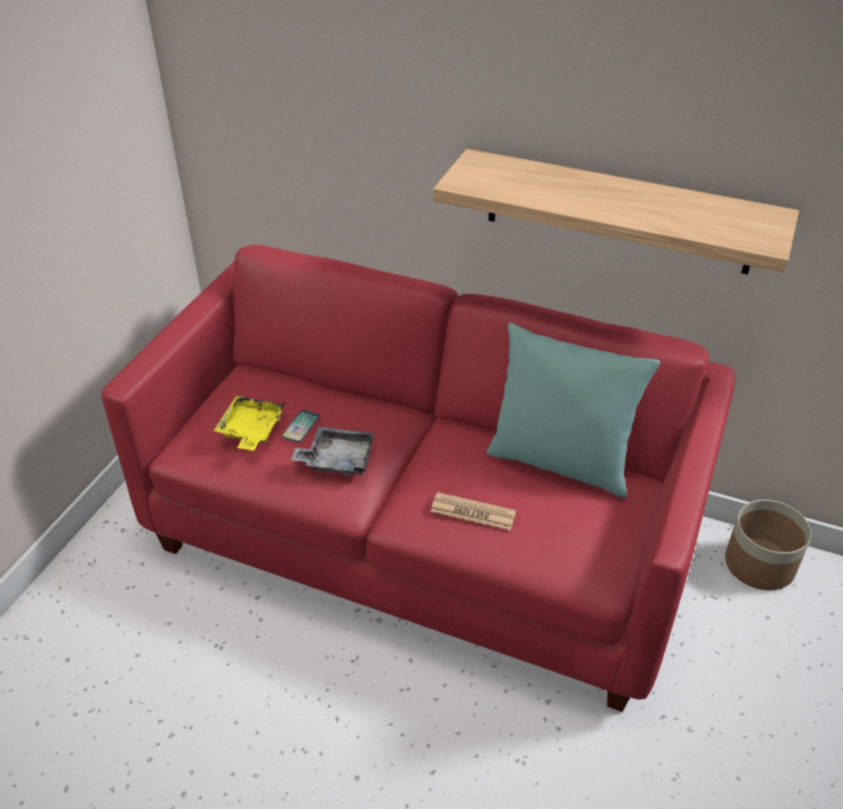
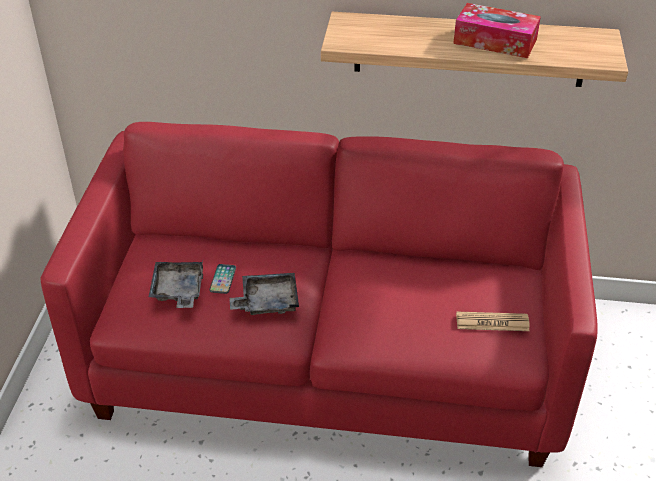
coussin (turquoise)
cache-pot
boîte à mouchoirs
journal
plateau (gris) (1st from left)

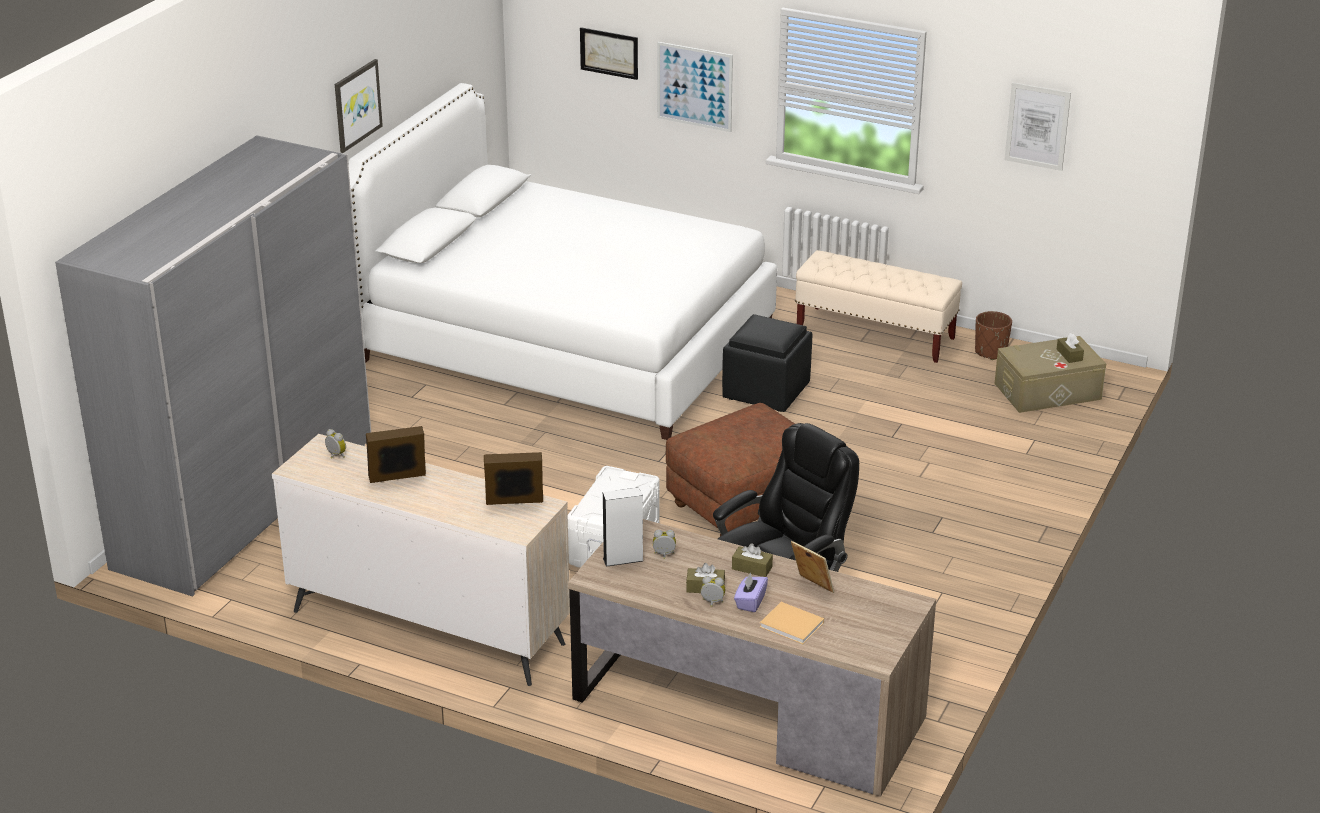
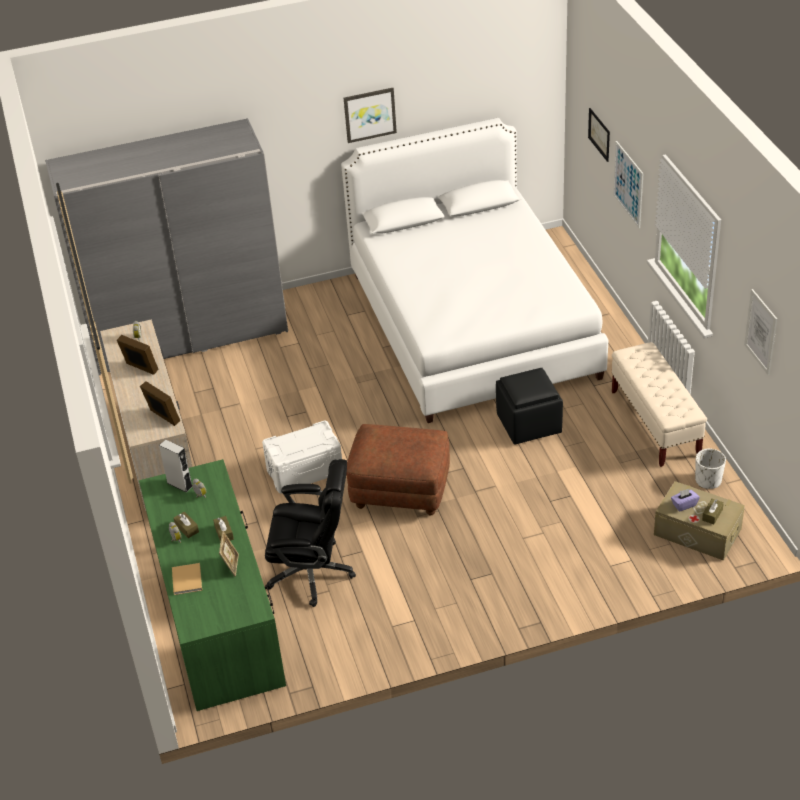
boîte à mouchoirs (violet)
bureau (vert)
cache-pot (blanc)

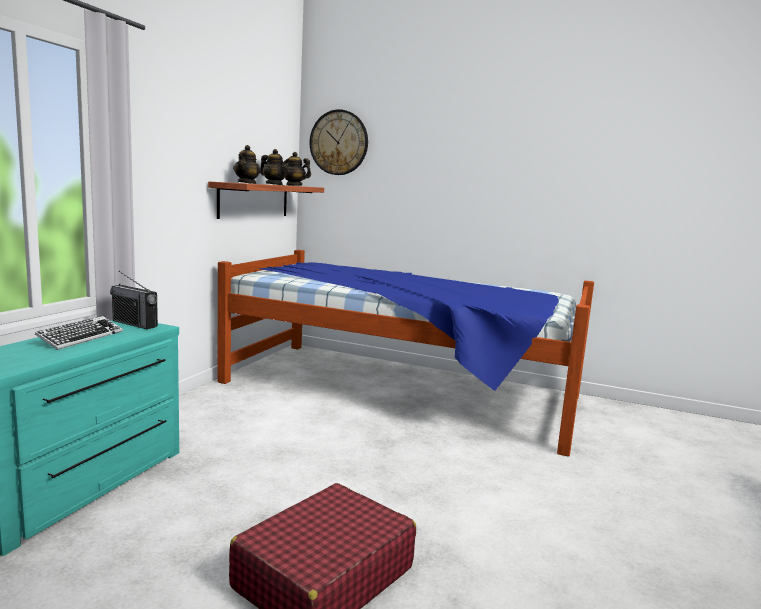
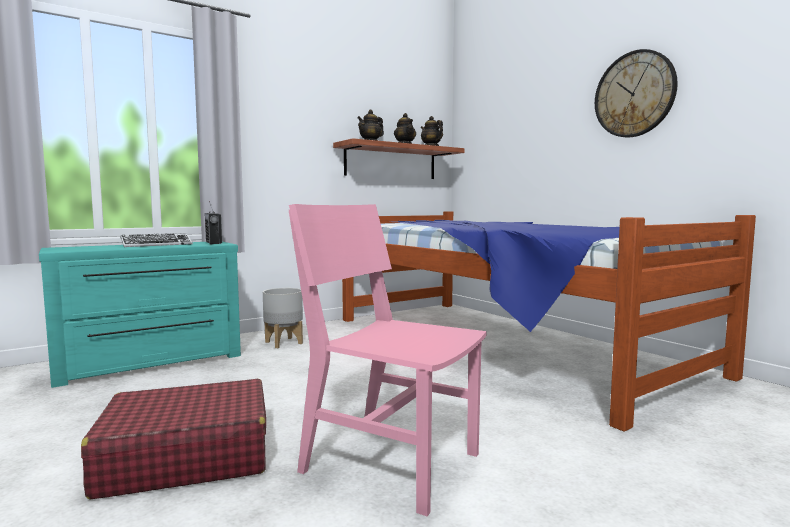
cache-pot (gris)
chaise (rose)
horloge murale

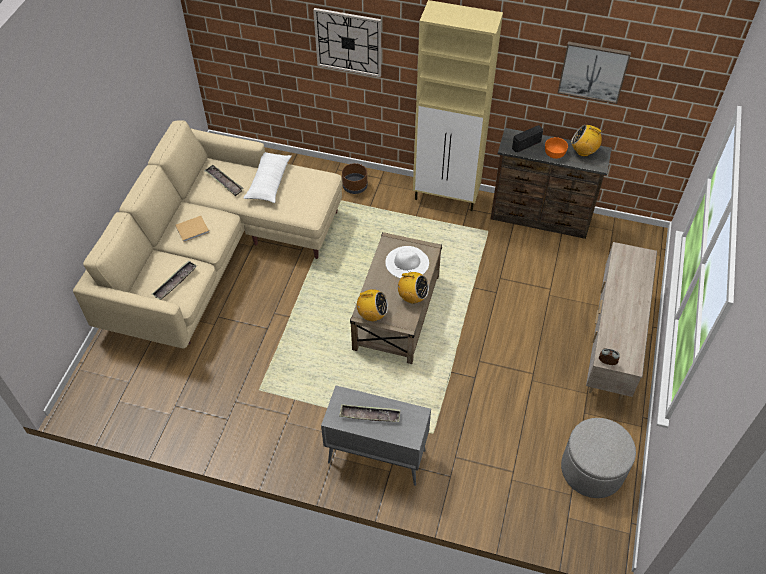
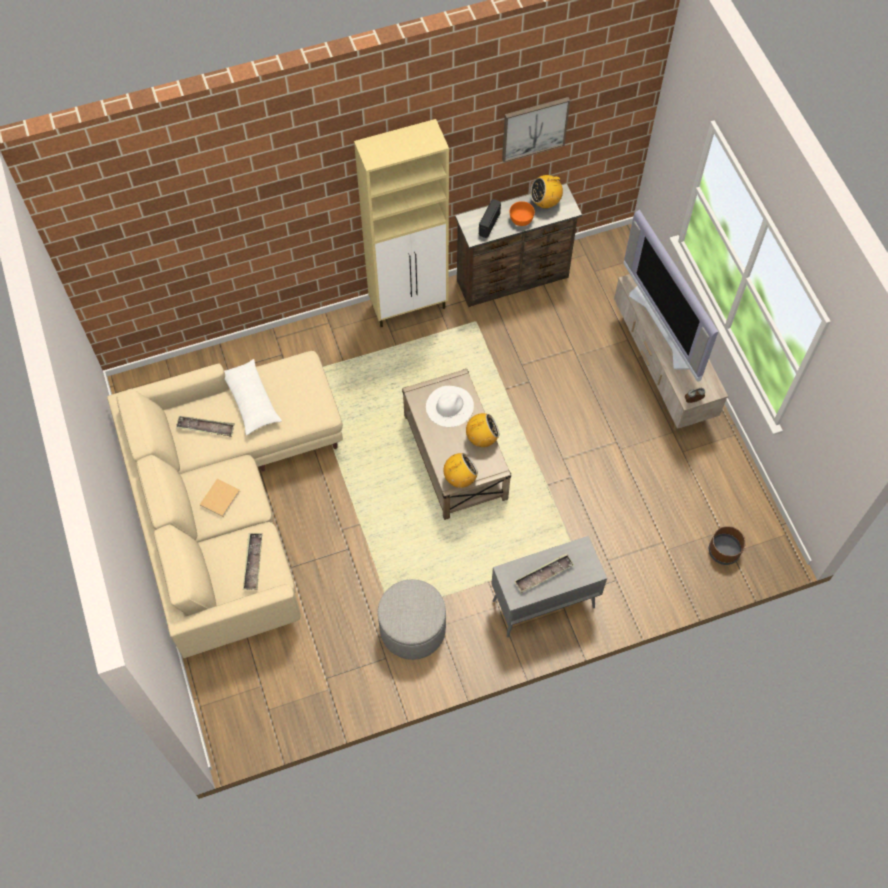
horloge murale
téléviseur
cache-pot (marron)
pouf (gris)

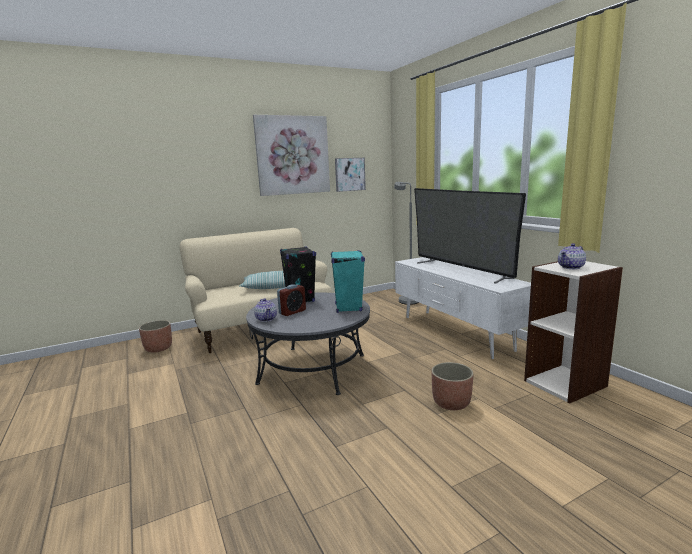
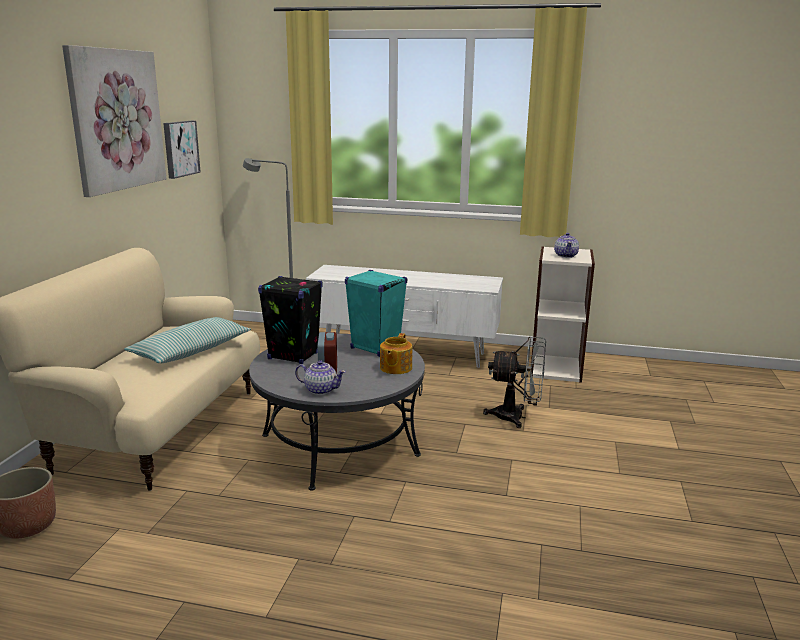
téléviseur
théière (2nd from left)
ventilateur (gris)

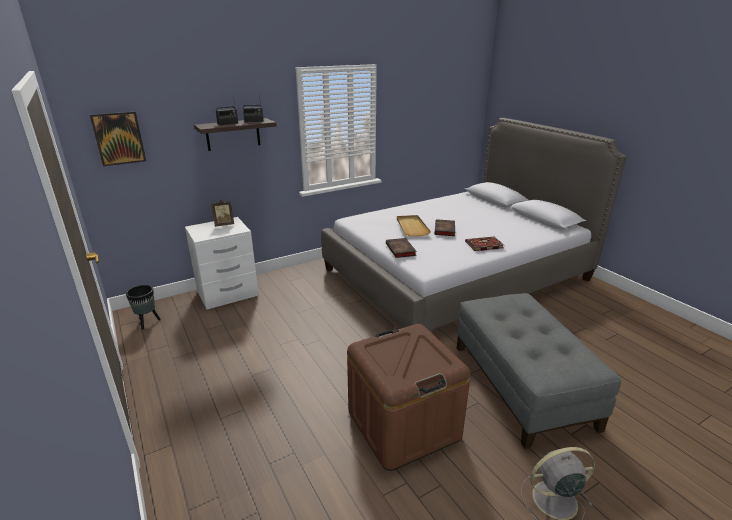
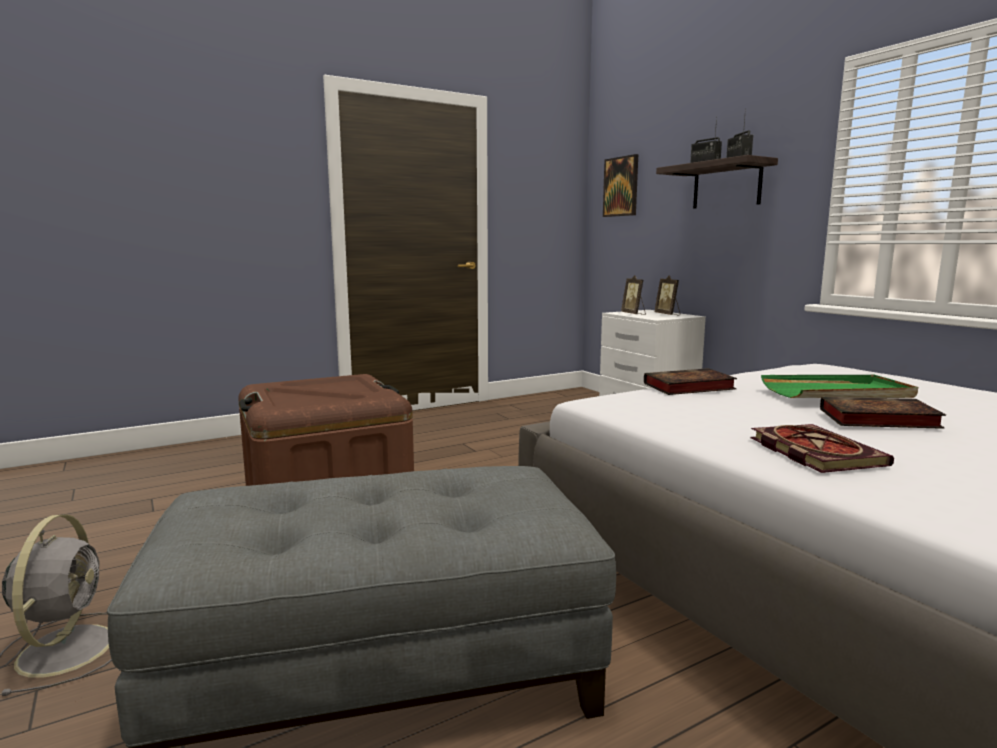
cache-pot (noir)
cadre photo (1st from left)
plateau (vert)

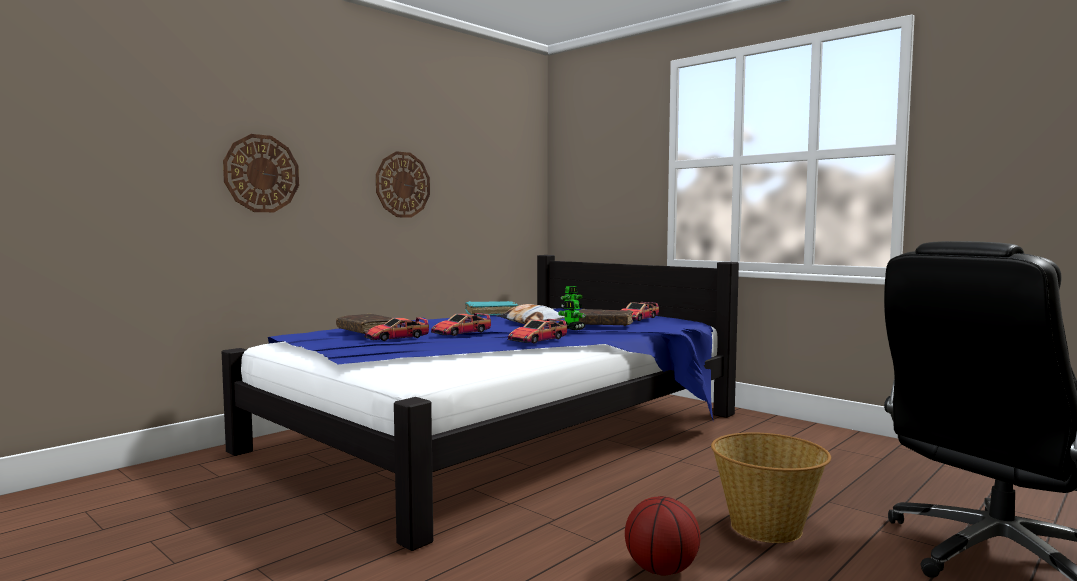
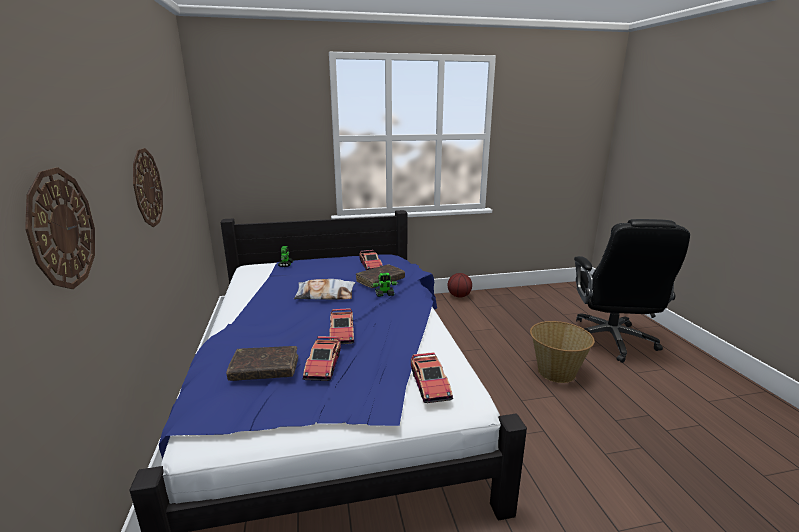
livre (turquoise)
petite voiture (4th from left)
ballon de basket

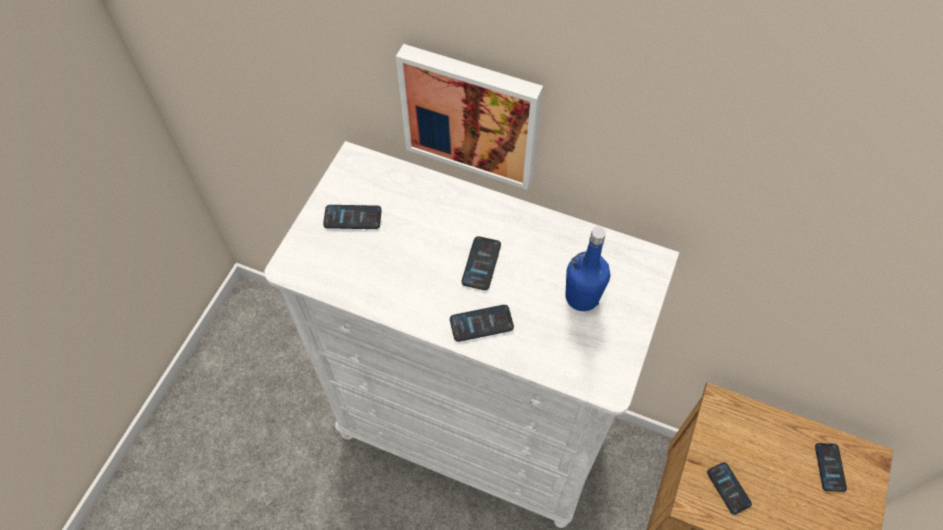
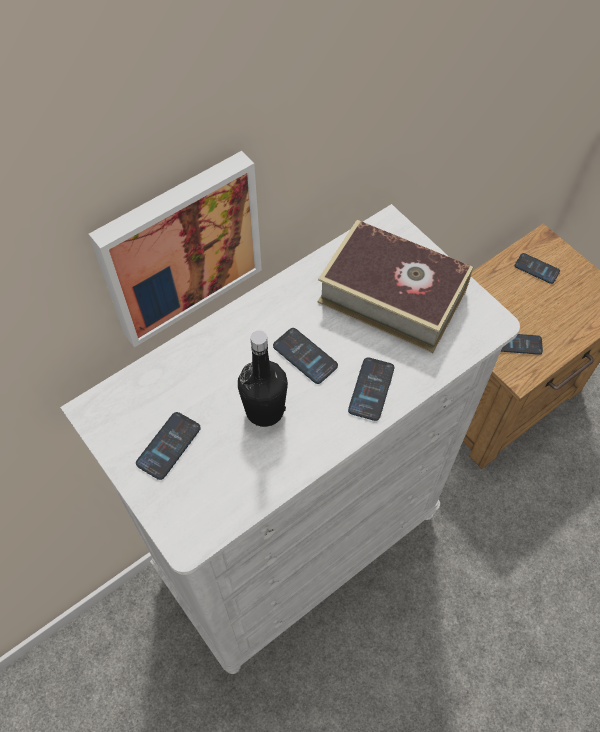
bouteille (noir)
livre

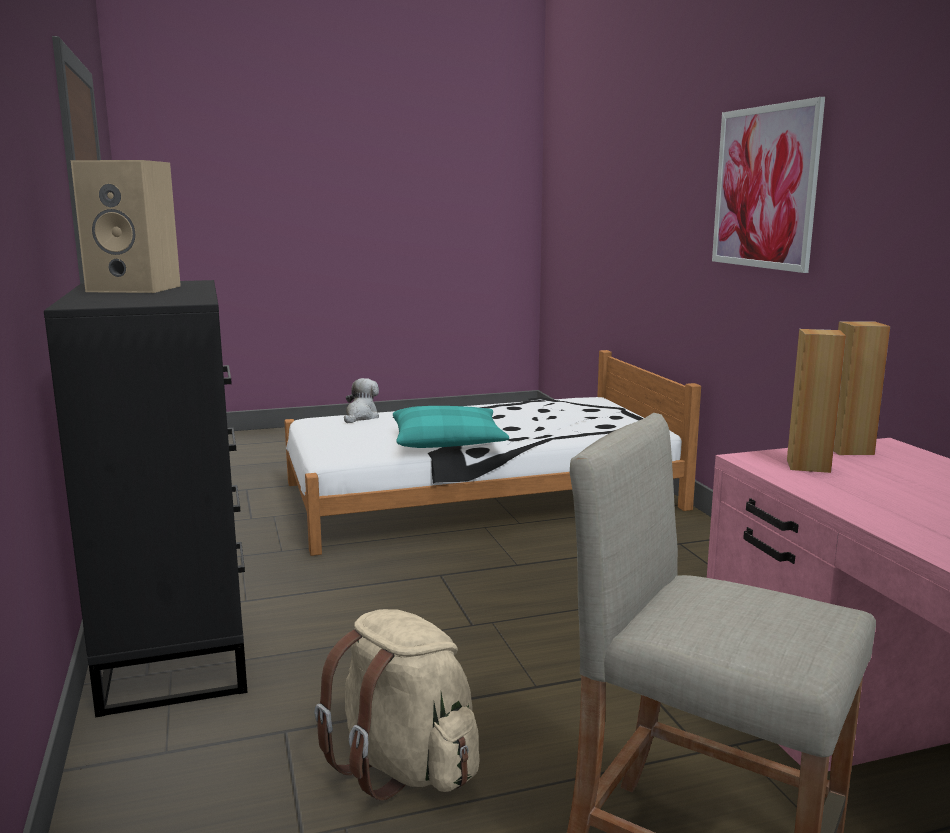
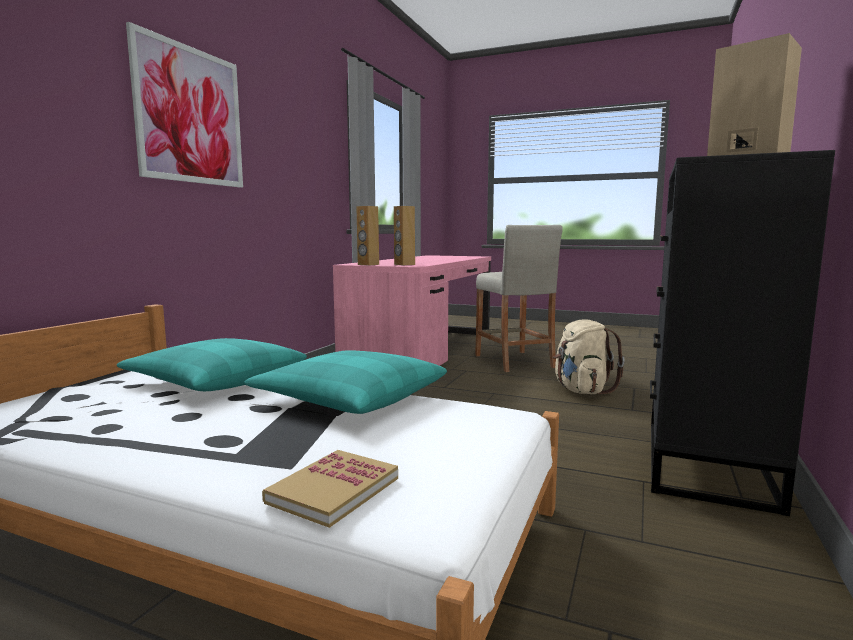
coussin (turquoise) (1st from left)
livre

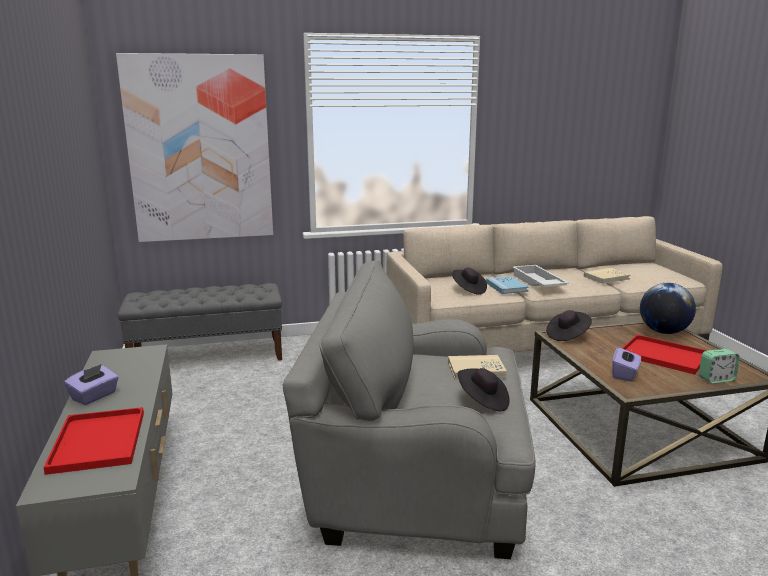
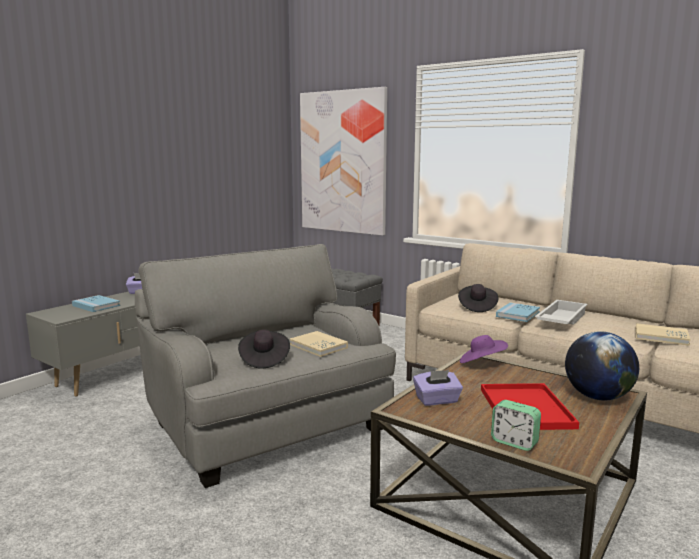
livre (bleu) (1st from left)
chapeau (violet)

